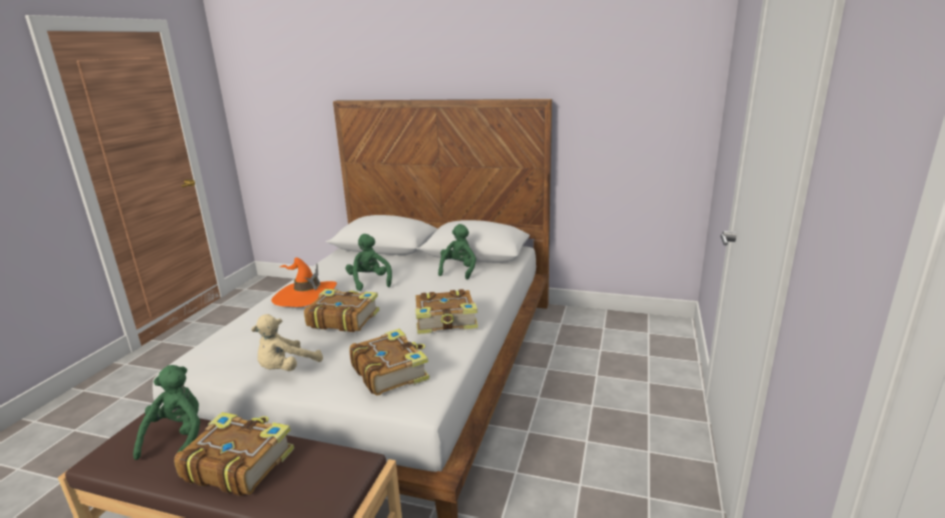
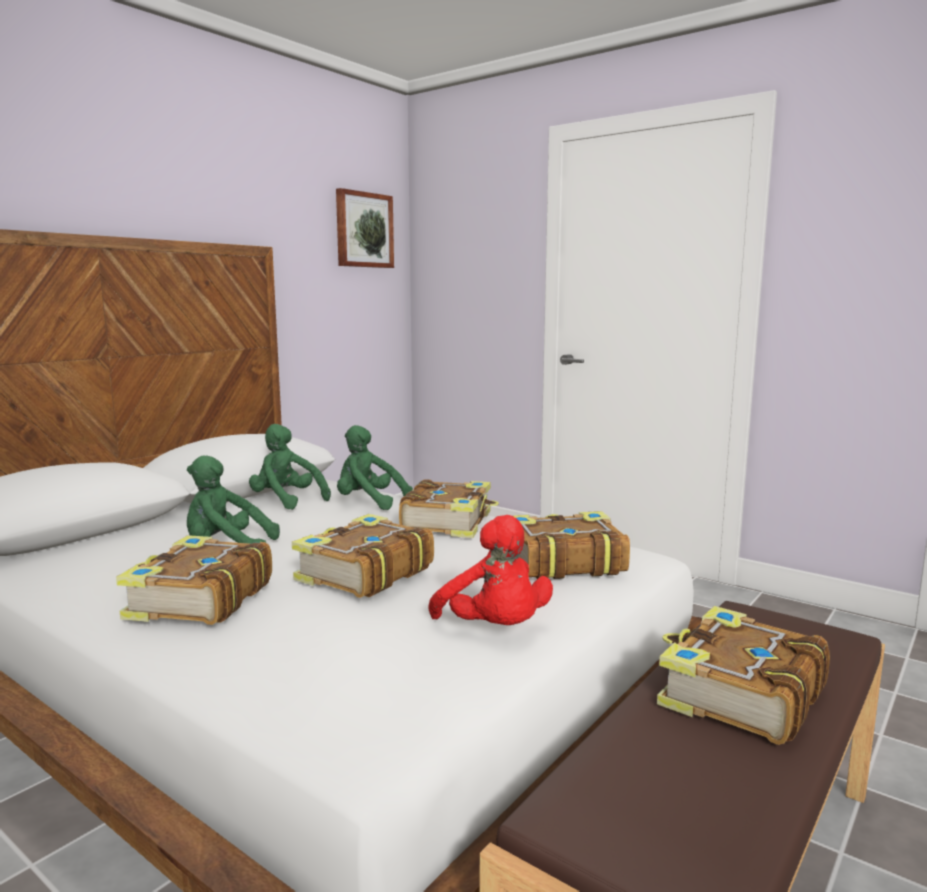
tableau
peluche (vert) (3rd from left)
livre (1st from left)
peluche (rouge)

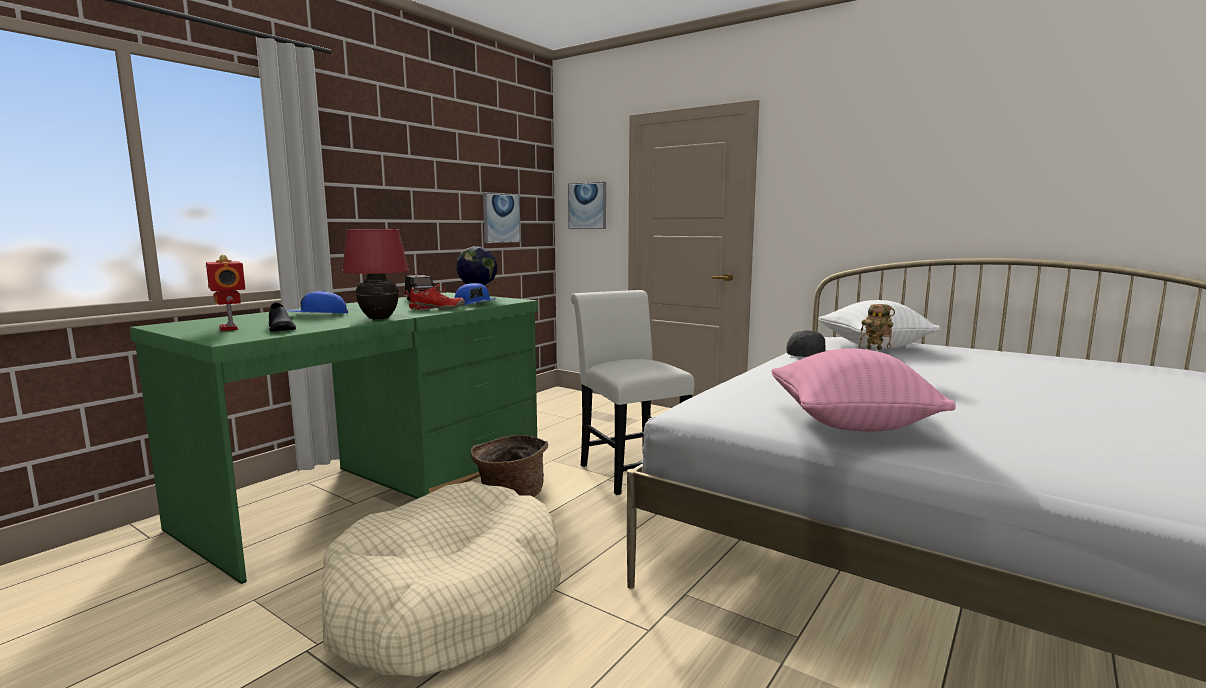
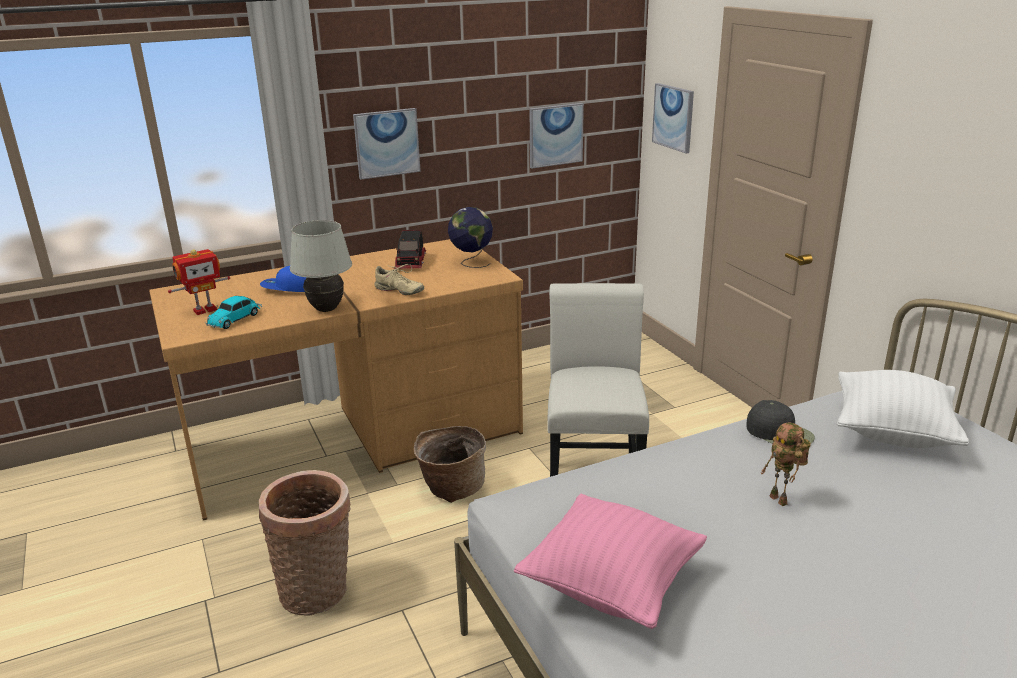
casquette (bleu) (2nd from left in the first image)
tableau (1st from left)
petite voiture
panier (1st from left)
bureau (marron)
lampe de table (blanc)
chaussure (beige)
robot jouet (1st from left)

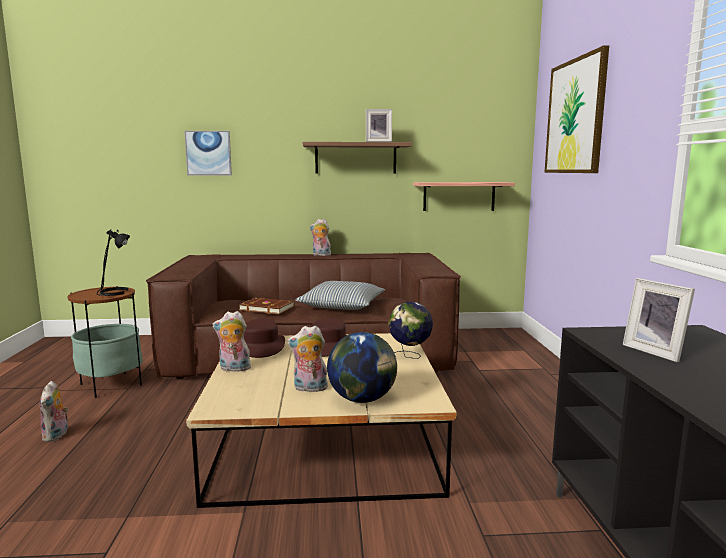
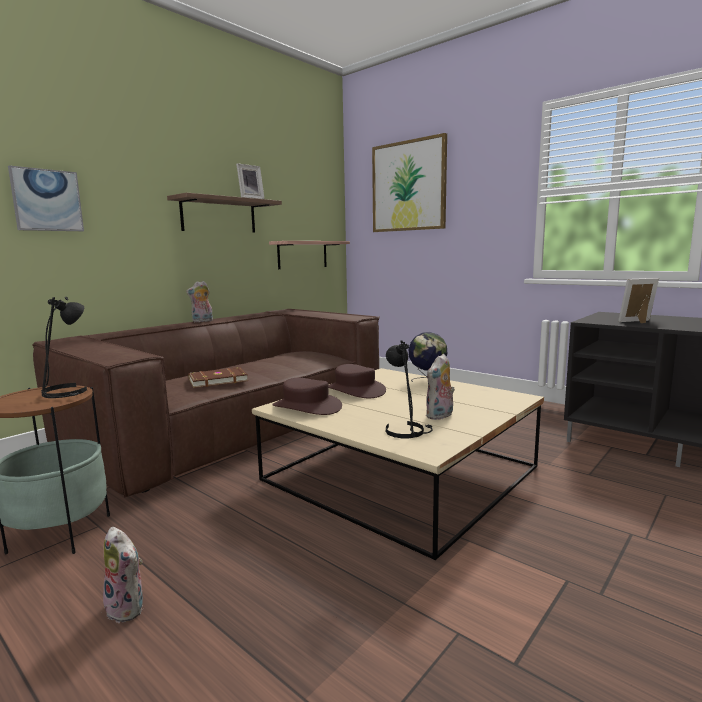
peluche (2nd from left in the first image)
coussin
globe (1st from left in the first image)
lampe de table (noir) (2nd from left)
cadre photo (2nd from left)

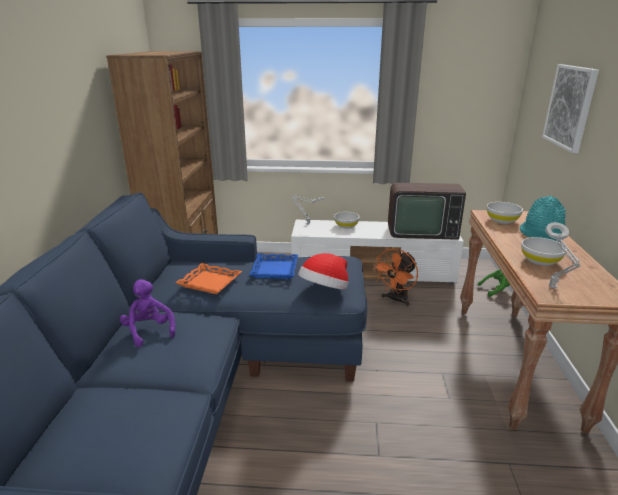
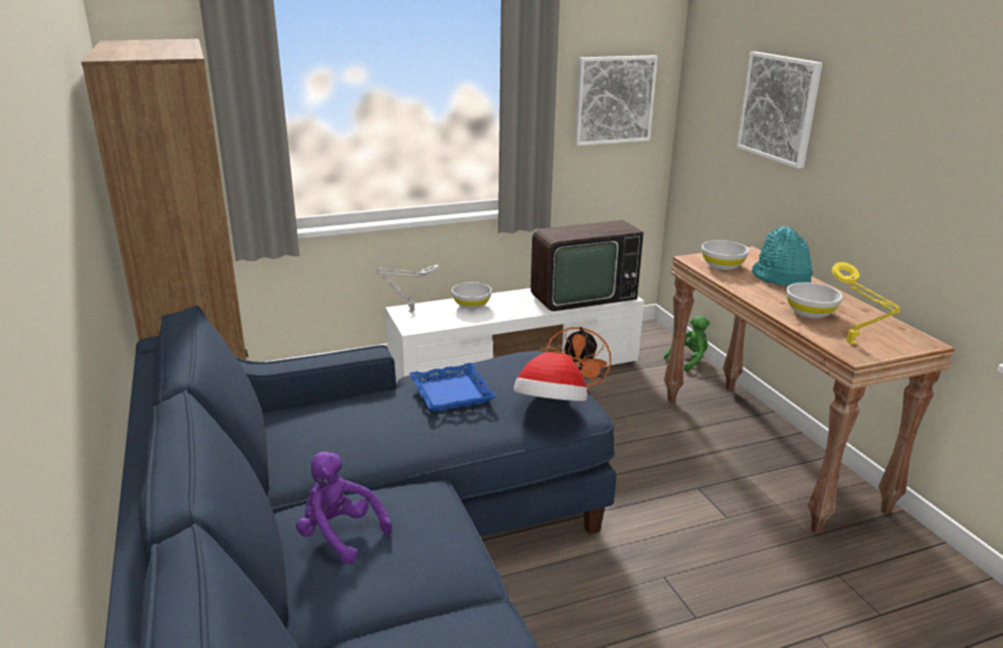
plateau (orange)
tableau (1st from left)
lampe de table (jaune)

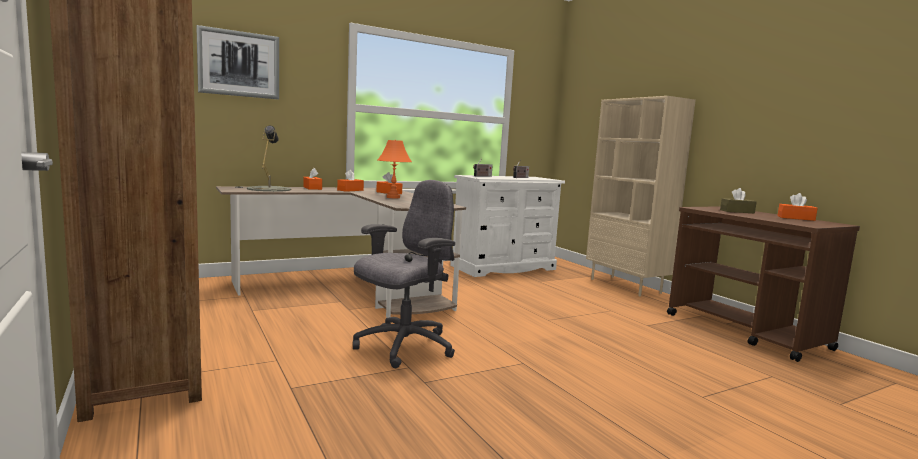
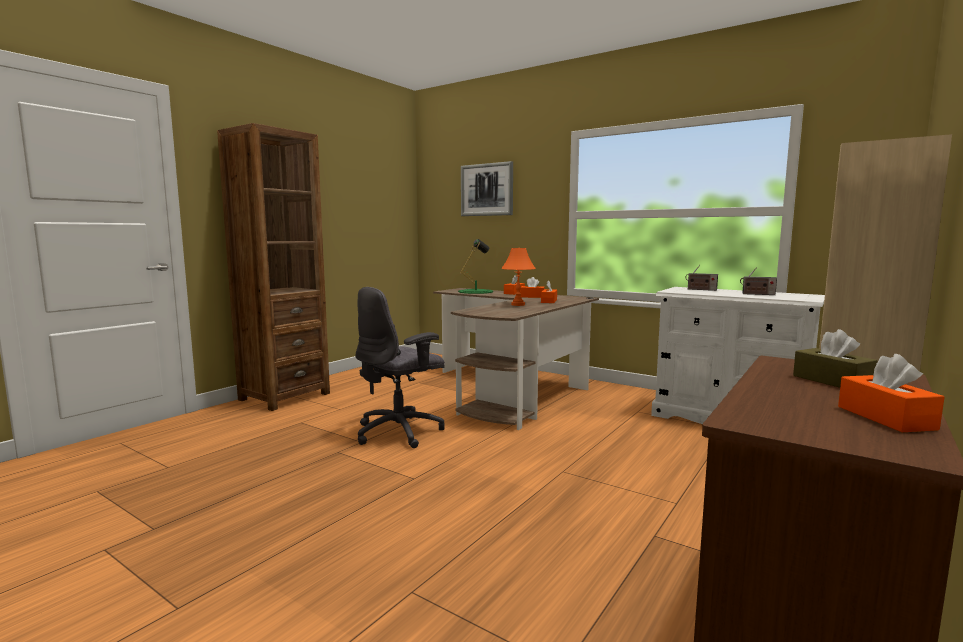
lampe de table (vert)
chaise de bureau (gris)

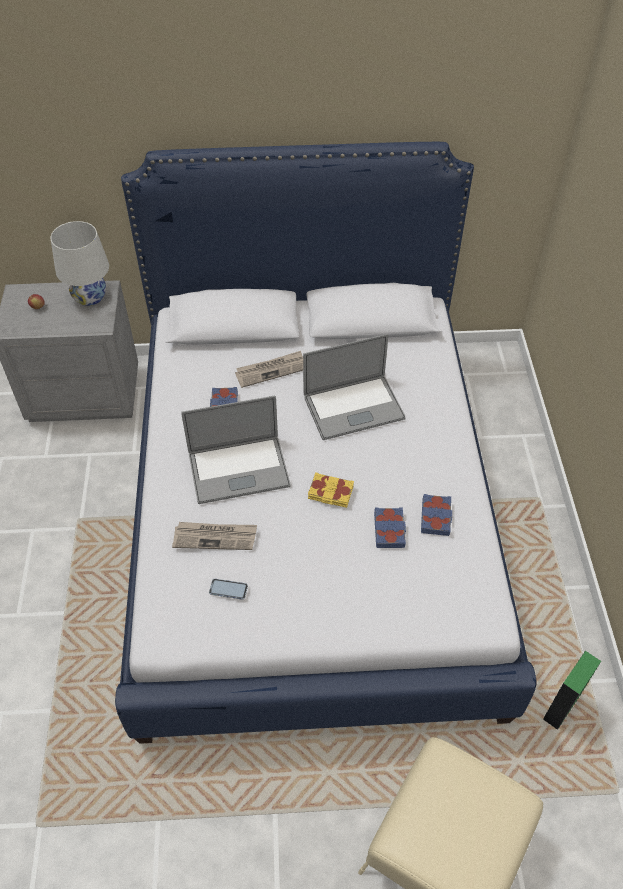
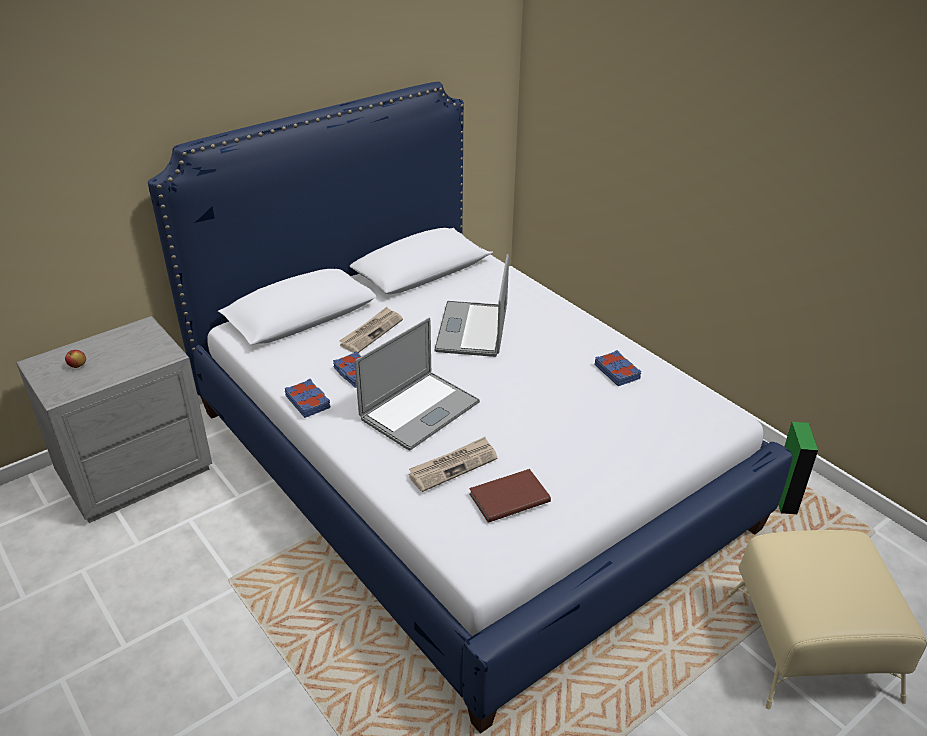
lampe de table (blanc)
livre (jaune)
livre (bleu) (1st from left)
livre (marron)
ordinateur portable (2nd from left)

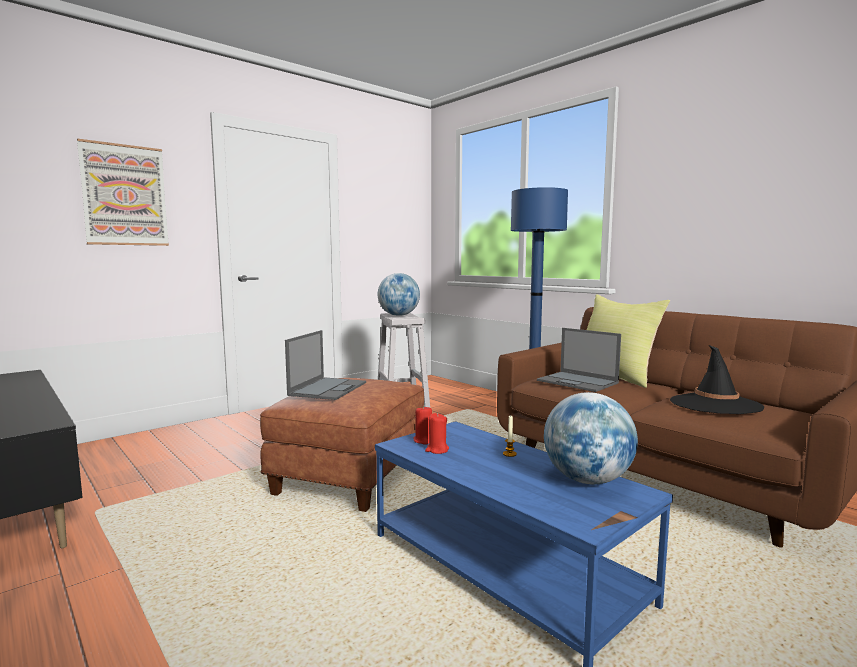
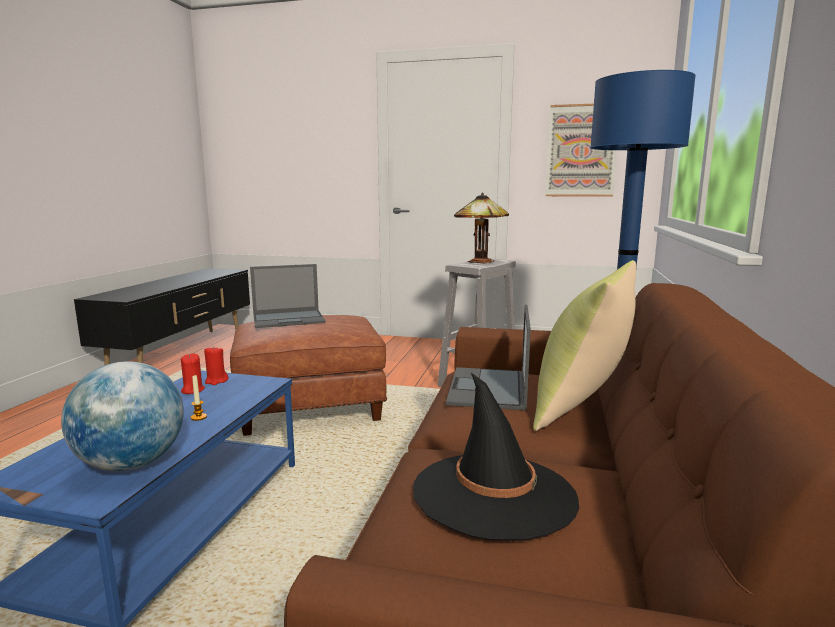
tableau
lampe de table

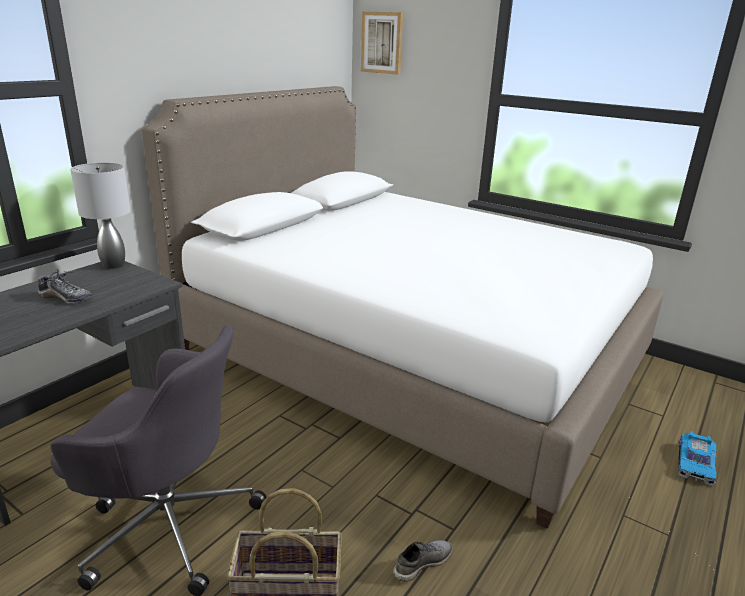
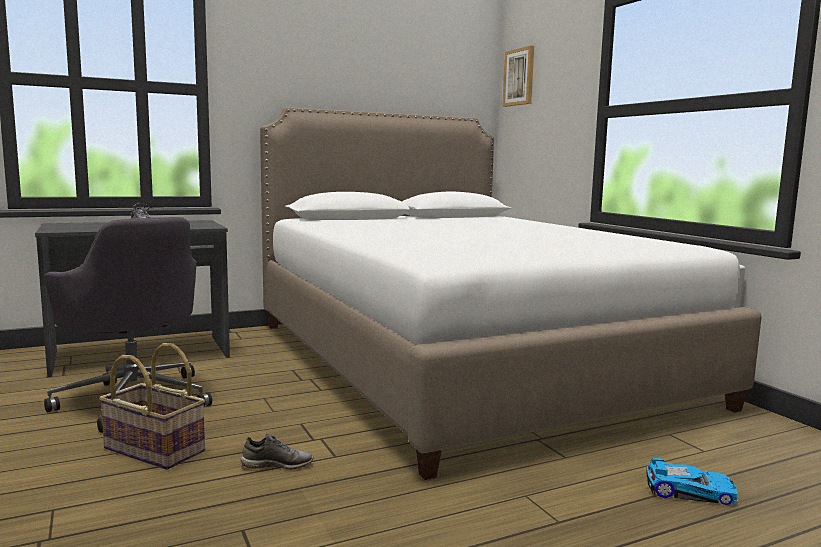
lampe de table (gris)
petite voiture

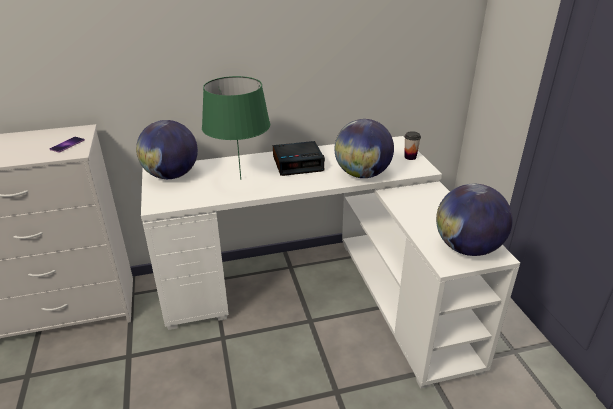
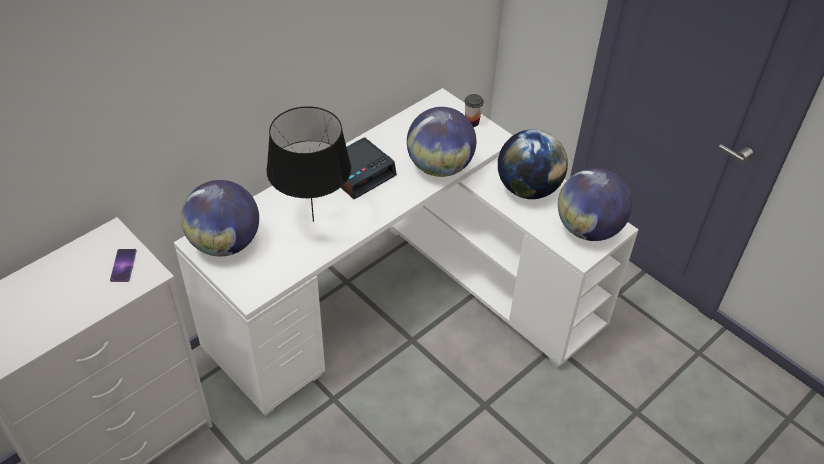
globe (3rd from left)
lampe de table (noir)

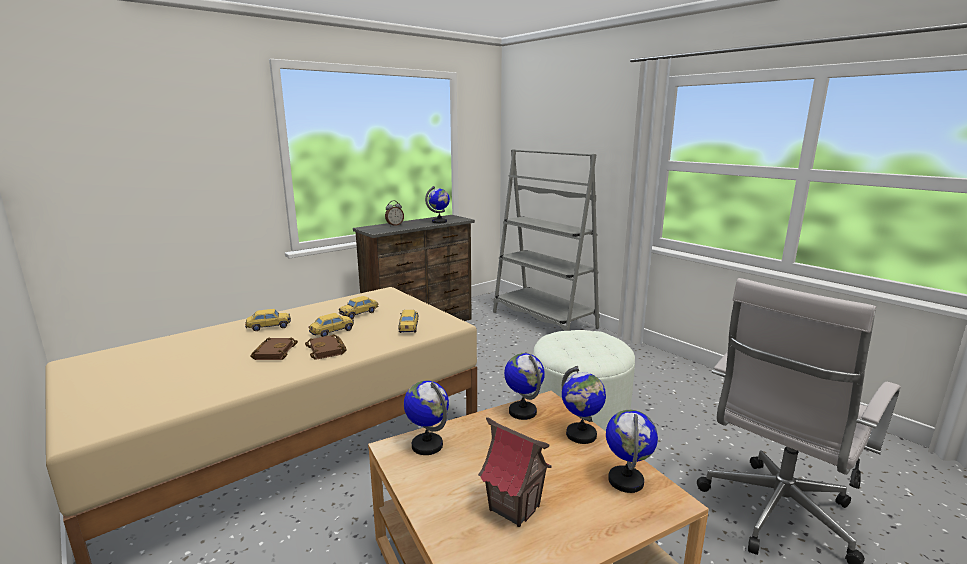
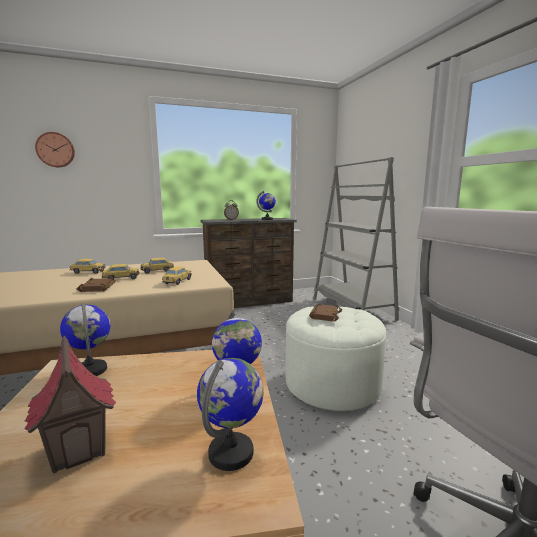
globe (3rd from left in the first image)
horloge murale
livre (marron) (2nd from left)

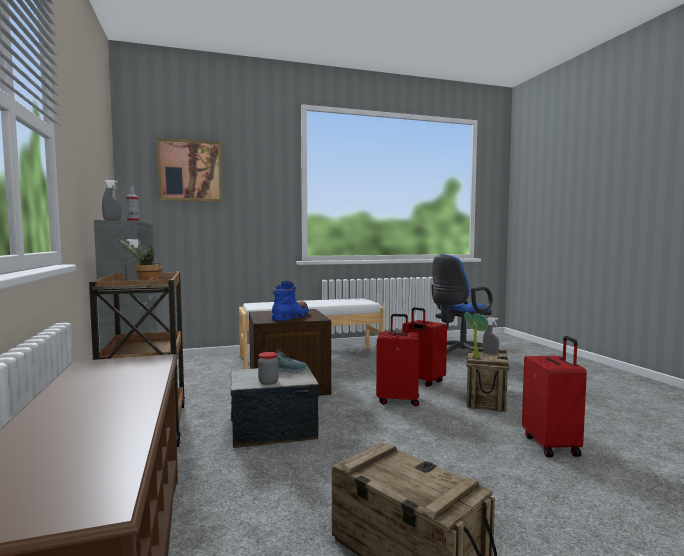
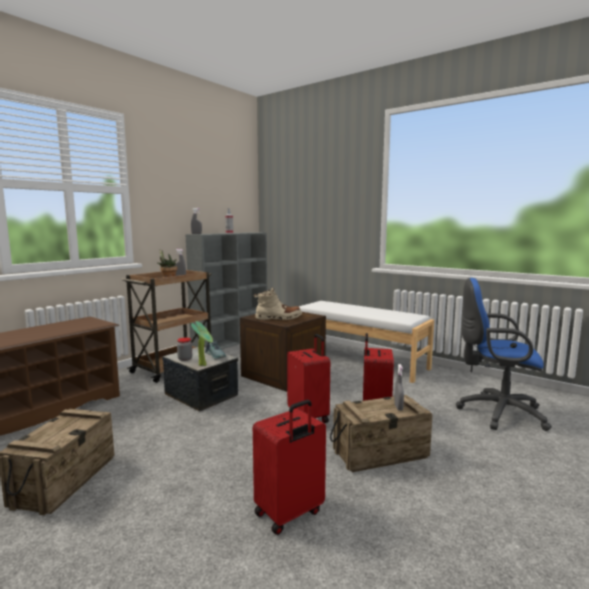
tableau
plante en pot (2nd from left)
botte (beige)

